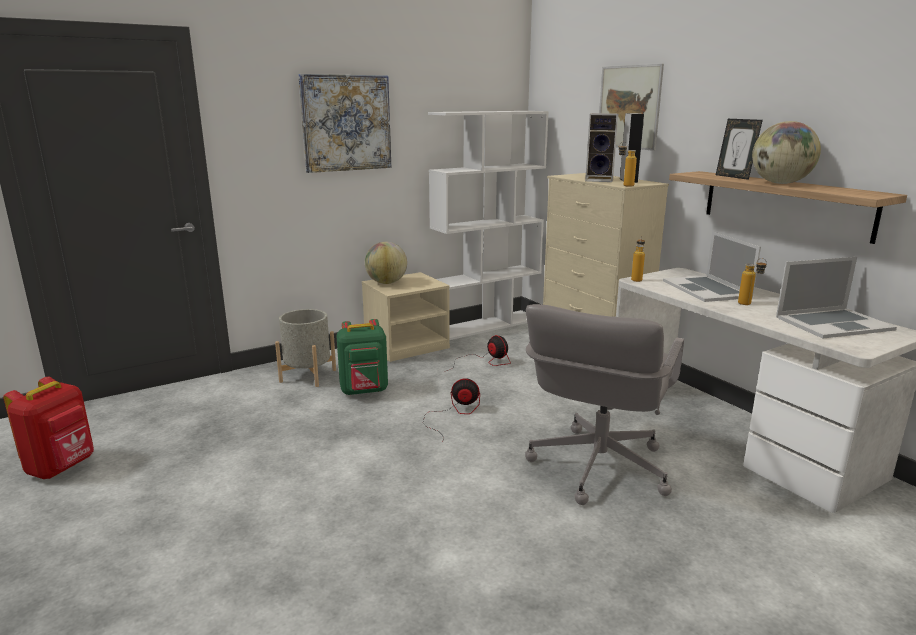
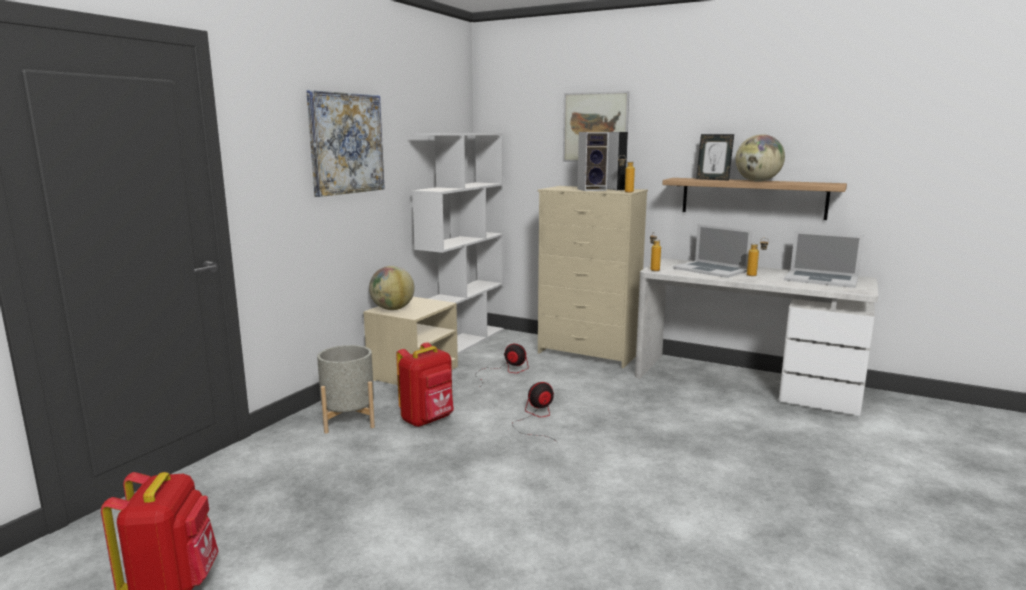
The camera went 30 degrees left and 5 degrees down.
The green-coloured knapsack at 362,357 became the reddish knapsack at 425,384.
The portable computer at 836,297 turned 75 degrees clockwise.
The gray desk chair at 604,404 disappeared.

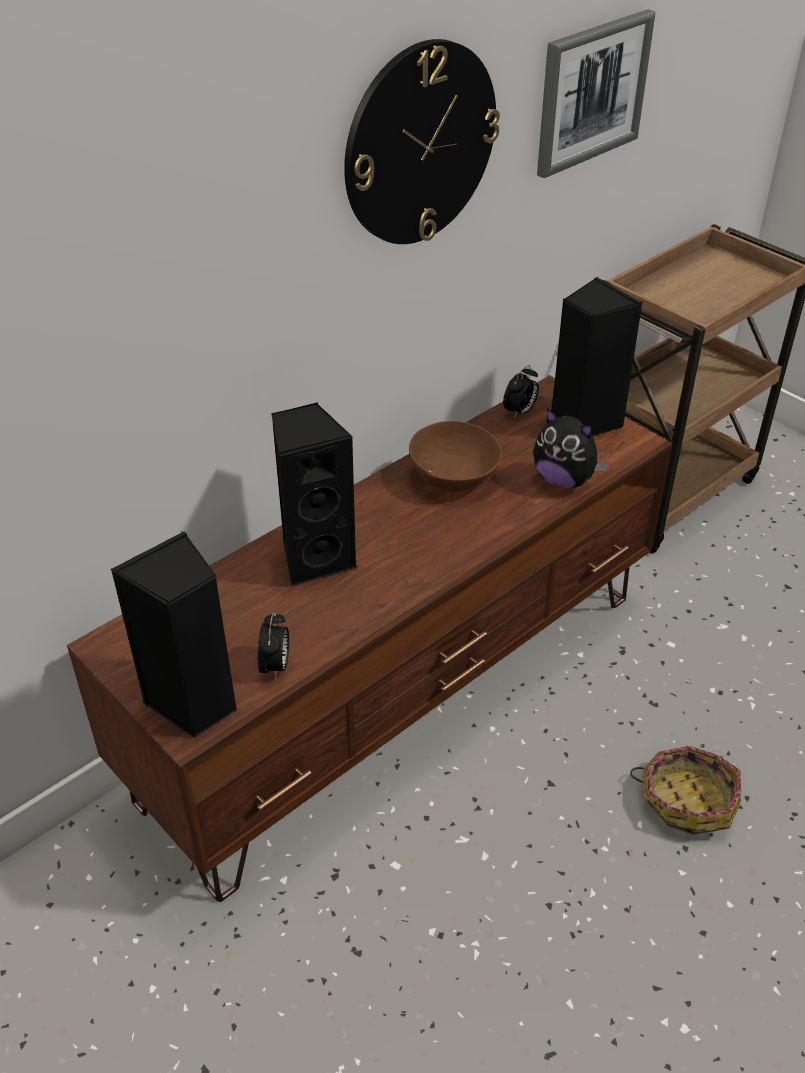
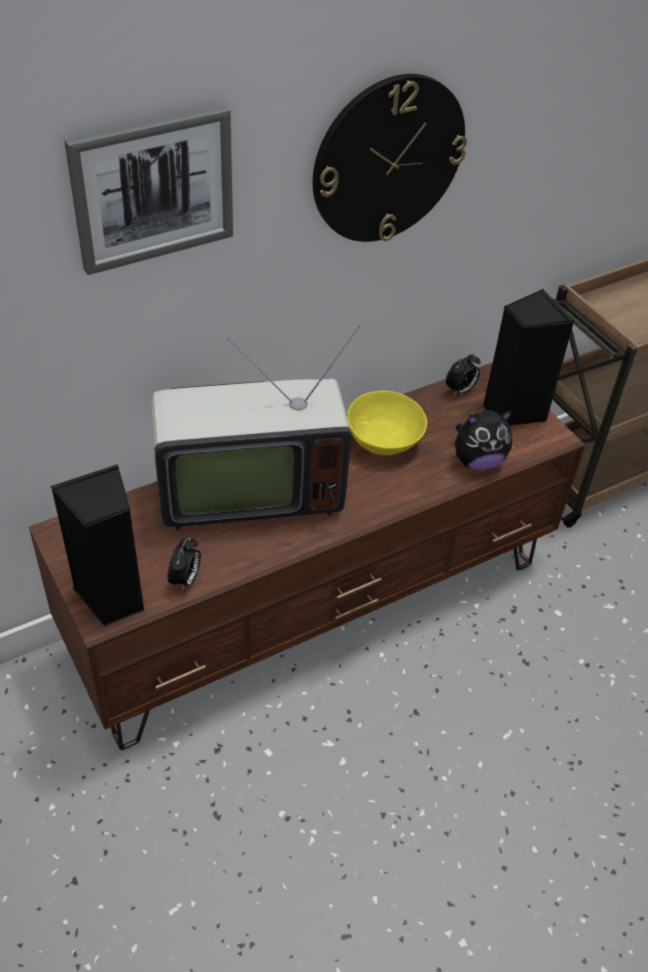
The camera went 10 degrees right and 5 degrees up.
The wall picture moved from 596,93 to 148,190.
The black loudspeaker at 314,494 was replaced by the TV set at 256,427.
The brownish bowl at 455,456 became the yellow-coloured bowl at 387,423.
The plush toy at 570,448 turned 60 degrees counterclockwise.
The household basket at 685,790 disappeared.

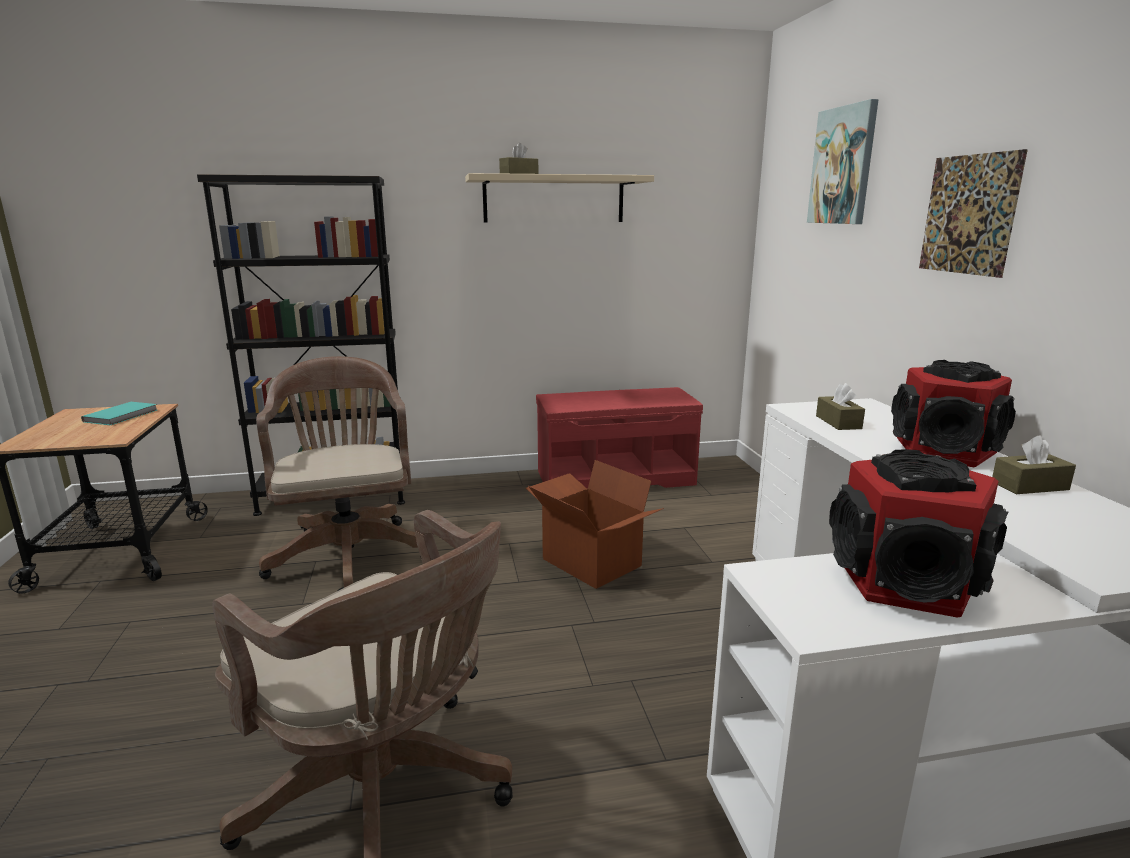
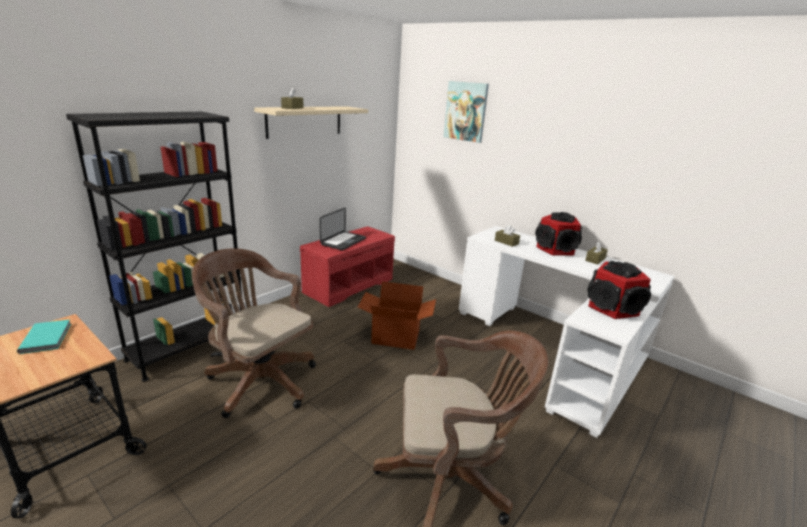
The camera went 40 degrees left and 5 degrees up.
The portable computer at 343,229 appeared.
The wall picture at 973,213 disappeared.

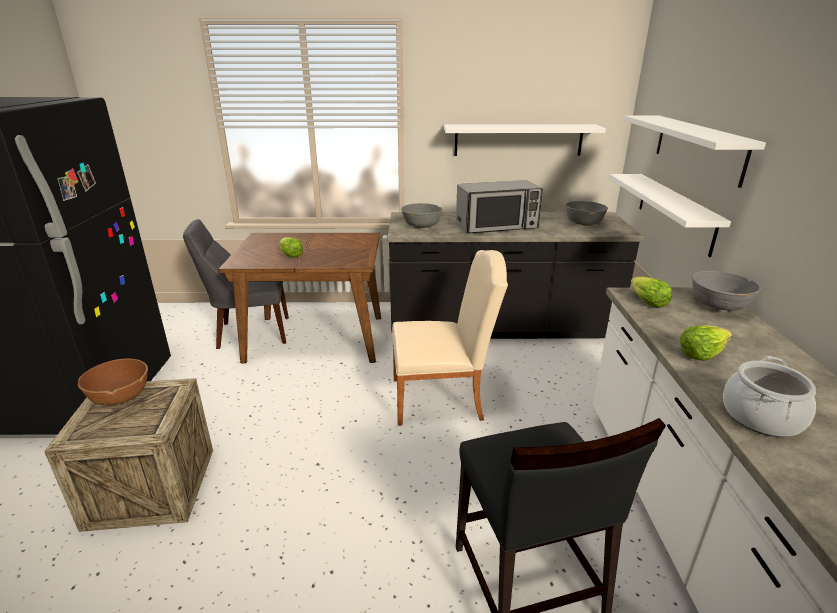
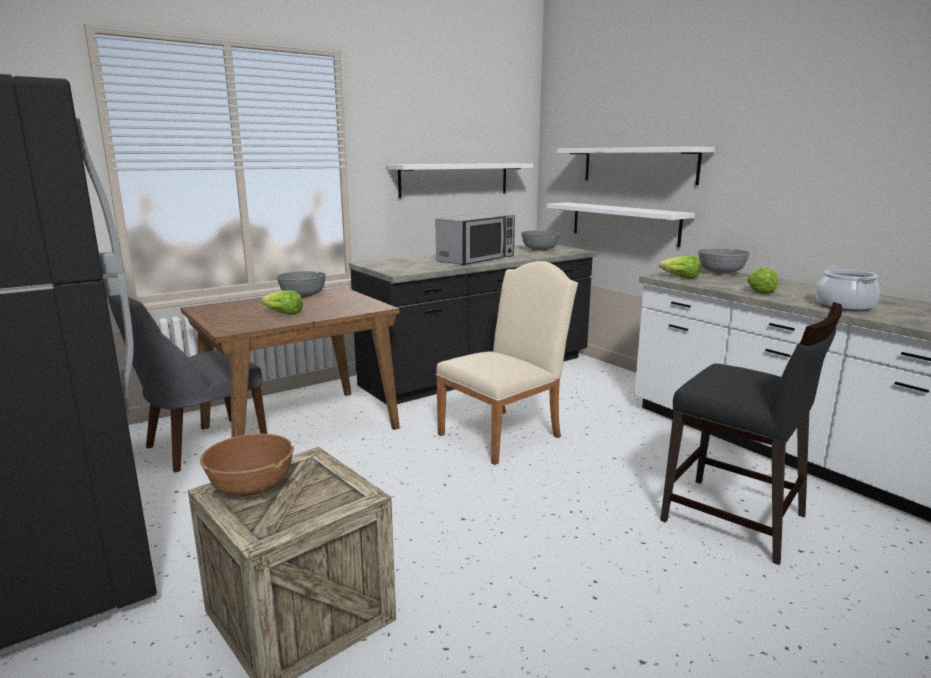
The camera went 35 degrees left and 10 degrees down.
The gray bowl moved from 421,215 to 301,284.

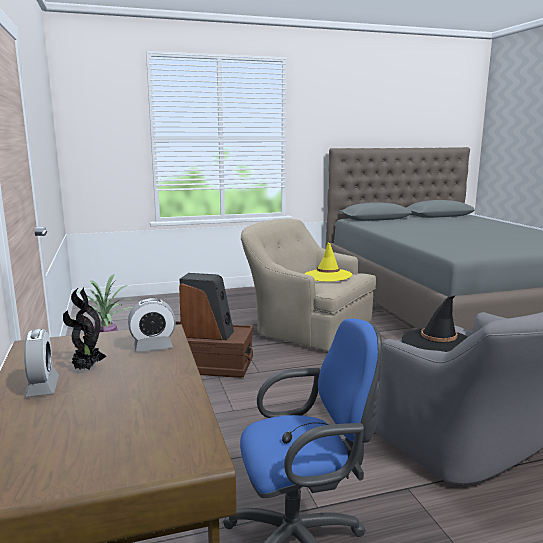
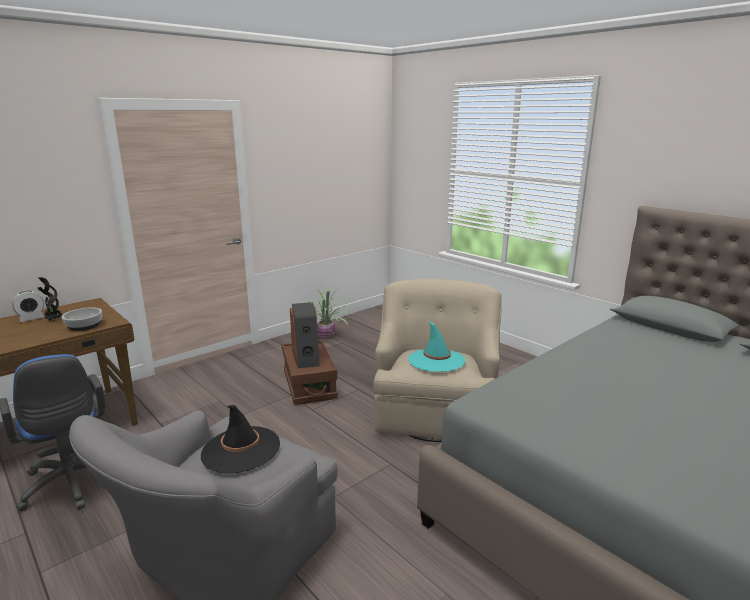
The camera went 65 degrees right and 5 degrees up.
The alarm clock at 152,325 was replaced by the bowl at 82,319.
The yellow-coloured clothing hat at 328,262 became the turquoise clothing hat at 437,347.

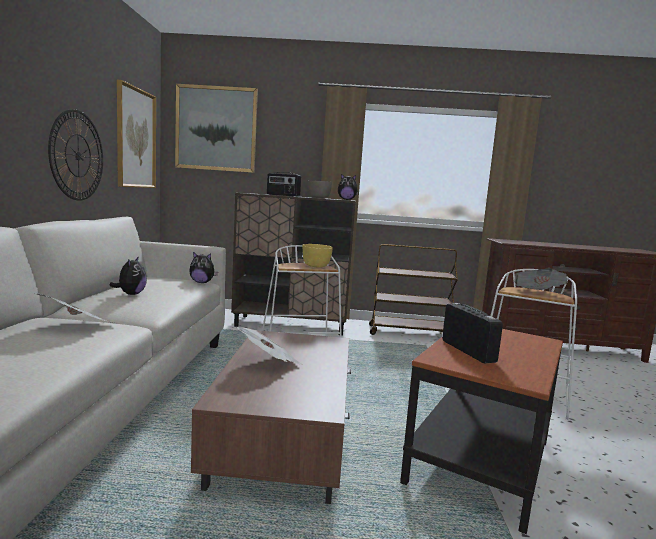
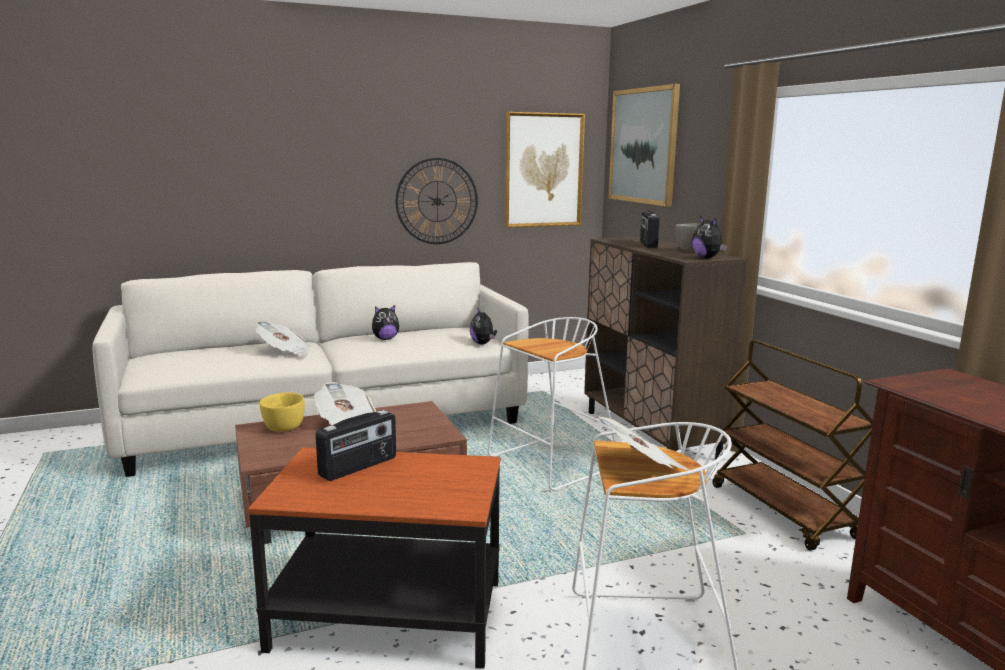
The camera went 65 degrees right and 5 degrees up.
The yellow-coloured bowl moved from 317,256 to 282,412.

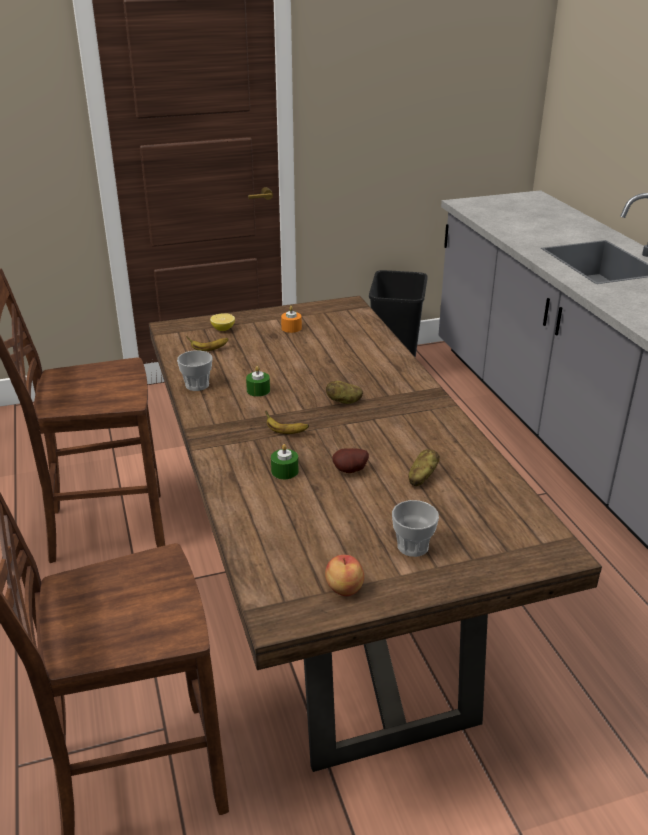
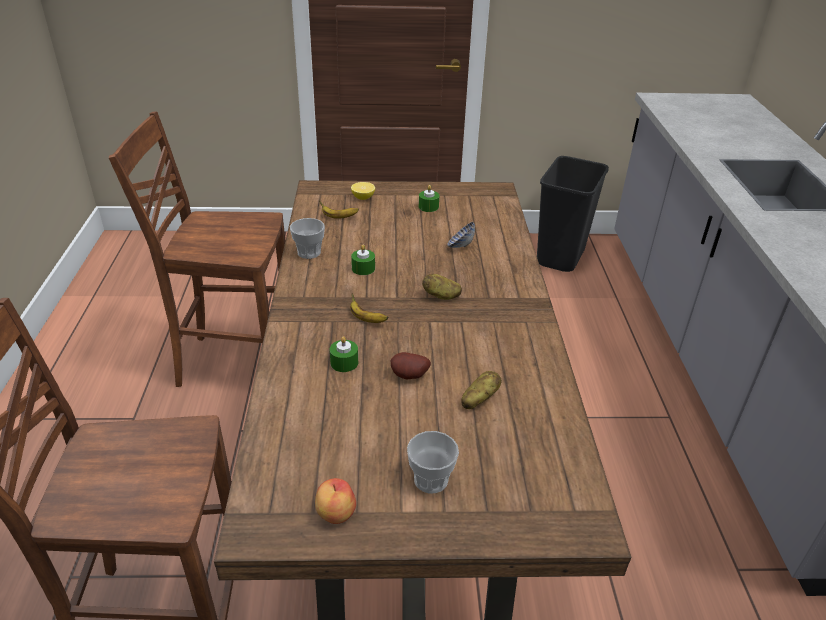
The camera went 15 degrees right and 5 degrees up.
The orangey candle at 291,319 became the green-coloured candle at 429,198.
The bowl at 461,235 appeared.

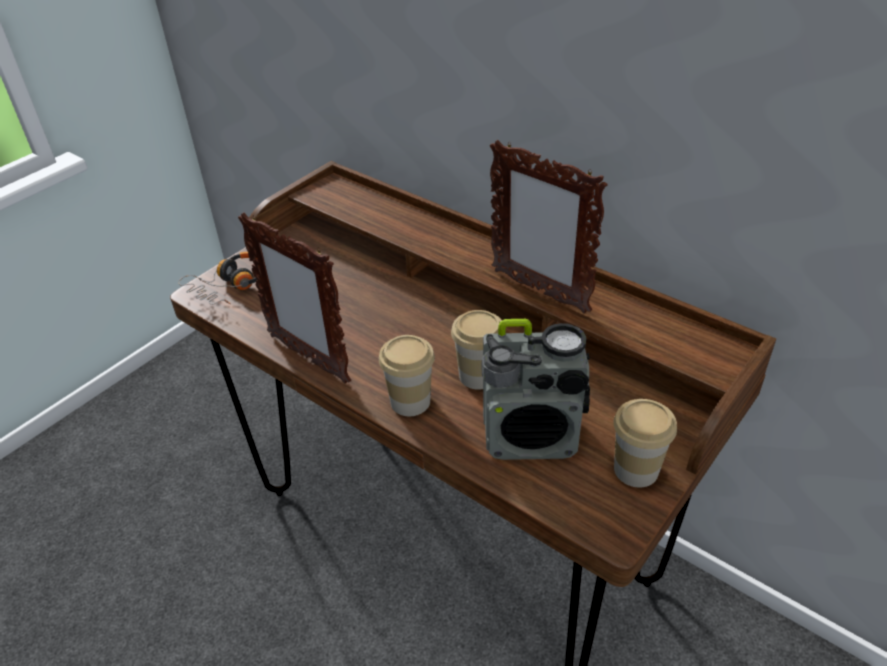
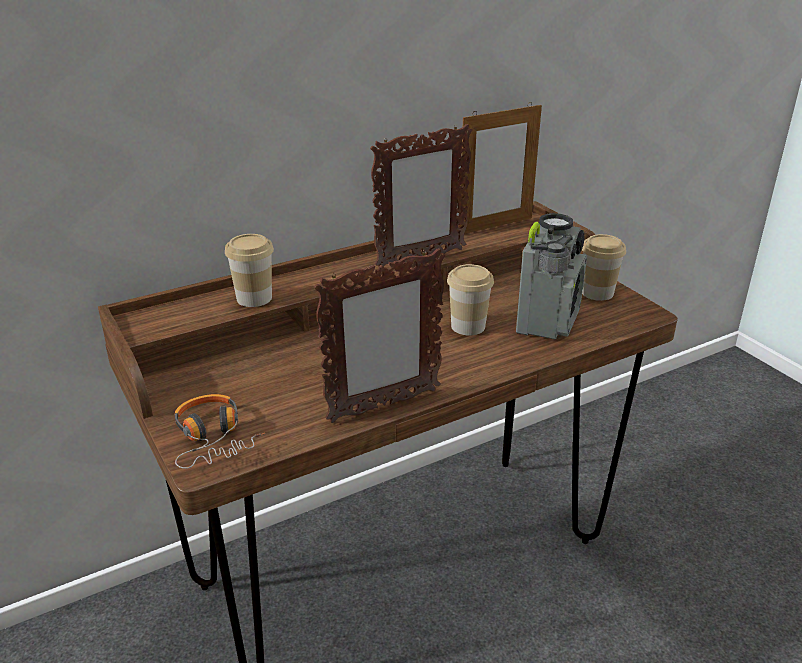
The camera went 70 degrees left and 10 degrees down.
The cup moved from 407,375 to 249,270.
The photo frame at 500,168 appeared.

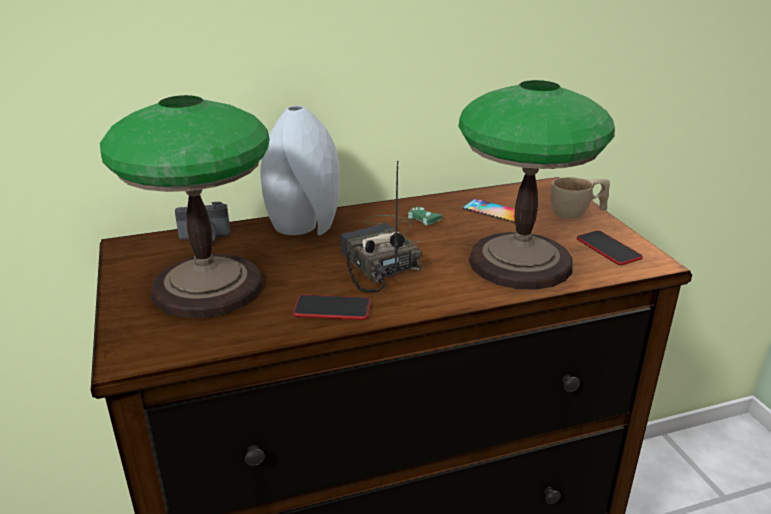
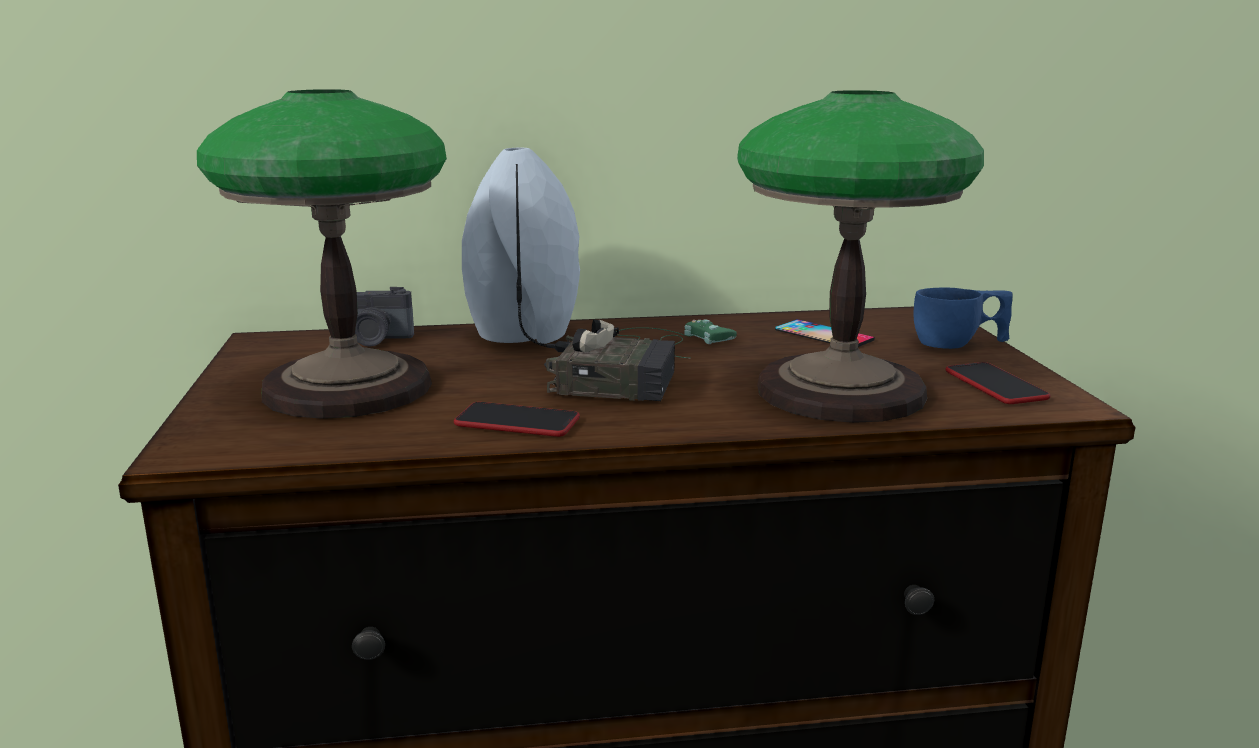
The camera went 10 degrees right and 10 degrees down.
The radio at 381,227 turned 120 degrees clockwise.
The beige-coloured cup at 580,198 became the blue cup at 963,318.

